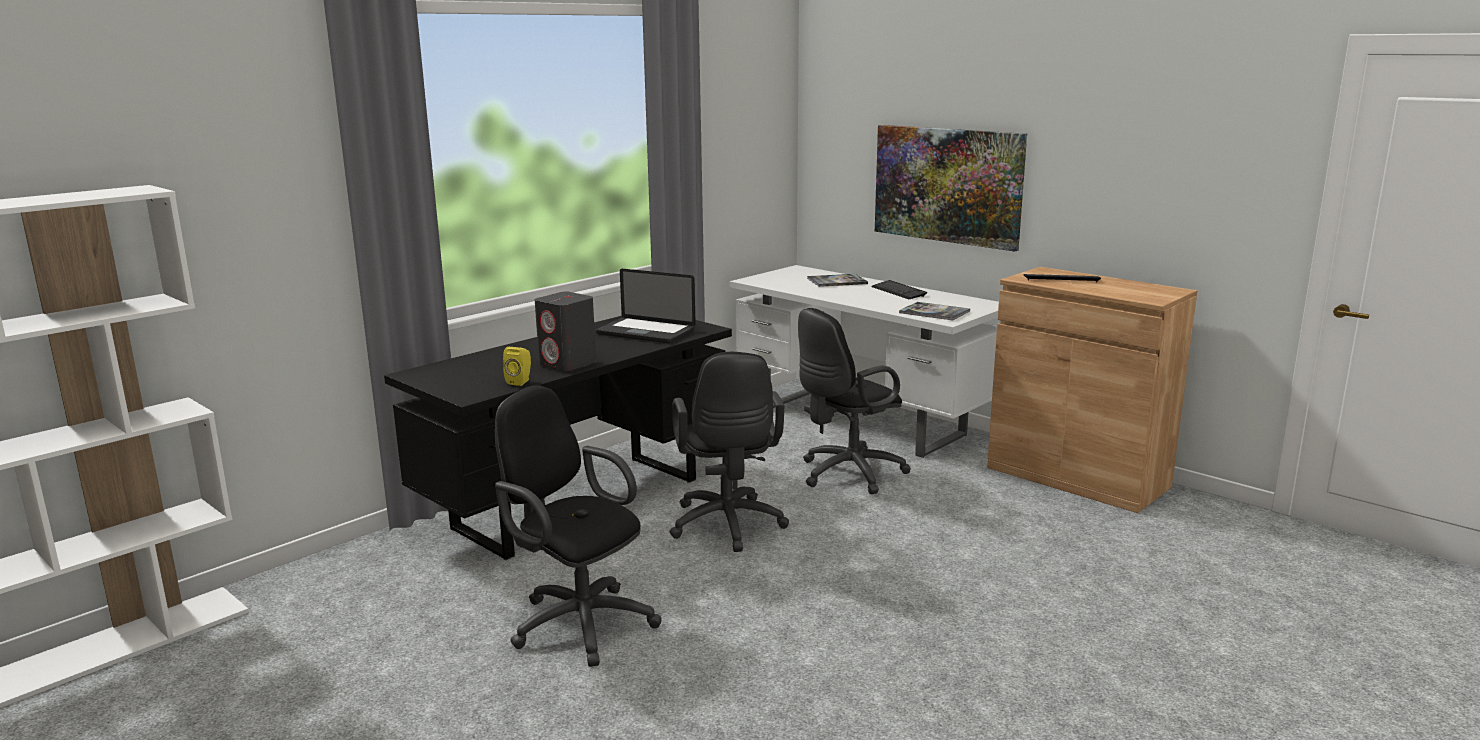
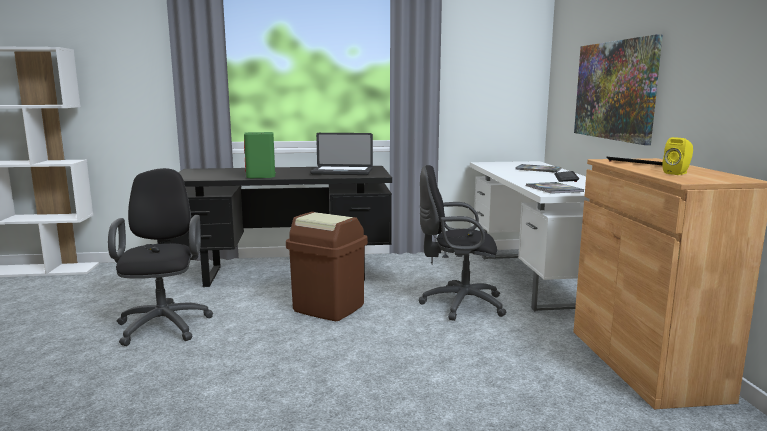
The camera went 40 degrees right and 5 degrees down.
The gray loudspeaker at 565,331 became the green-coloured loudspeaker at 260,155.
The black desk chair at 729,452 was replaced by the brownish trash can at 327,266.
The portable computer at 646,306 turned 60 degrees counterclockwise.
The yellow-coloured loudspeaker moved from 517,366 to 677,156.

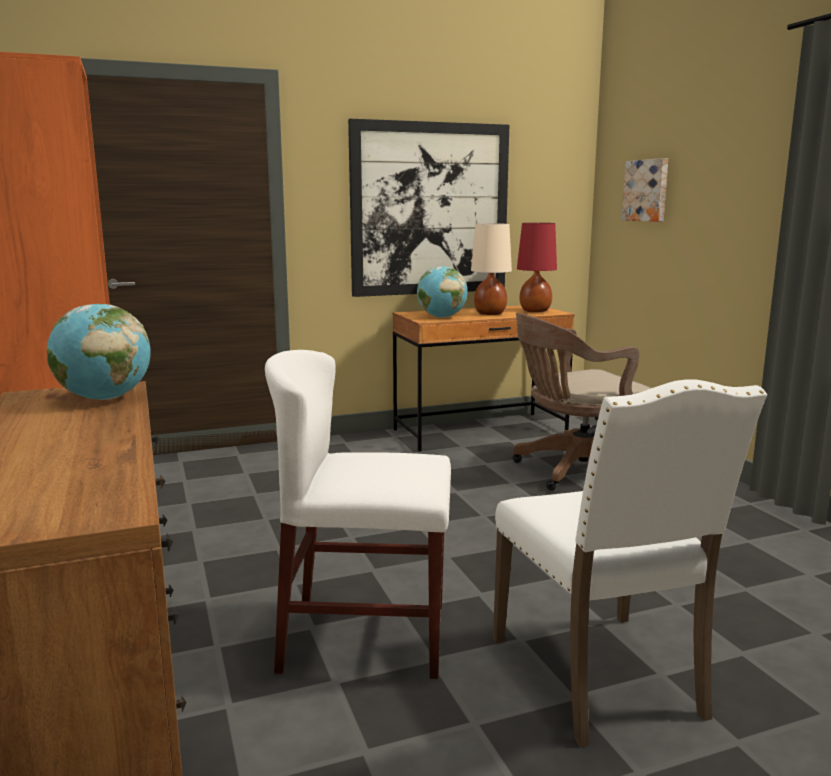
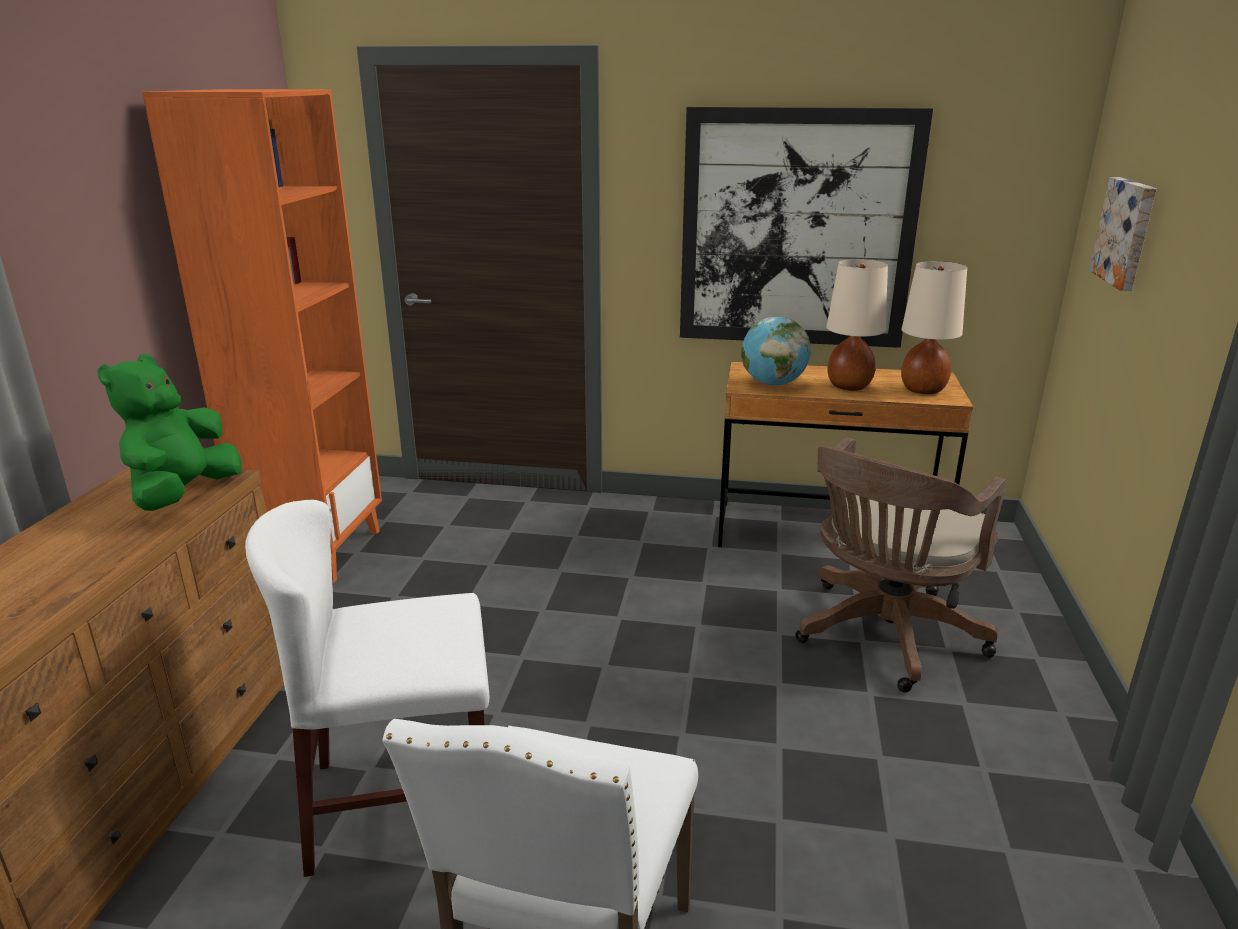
The camera went 30 degrees right and 10 degrees up.
The world globe at 98,352 was replaced by the green-coloured plush toy at 169,432.
The white upright chair at 358,514 turned 45 degrees counterclockwise.
The brownish desk chair at 582,402 turned 60 degrees counterclockwise.
The reddish table lamp at 537,267 became the beige-coloured table lamp at 934,327.

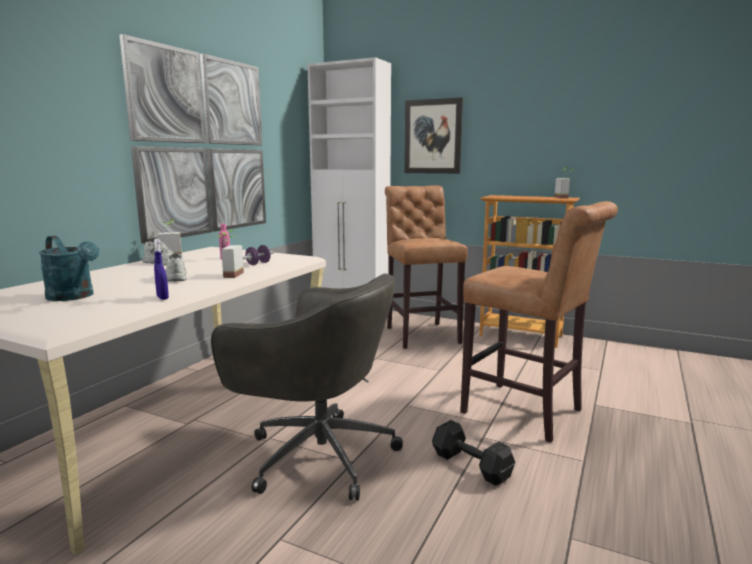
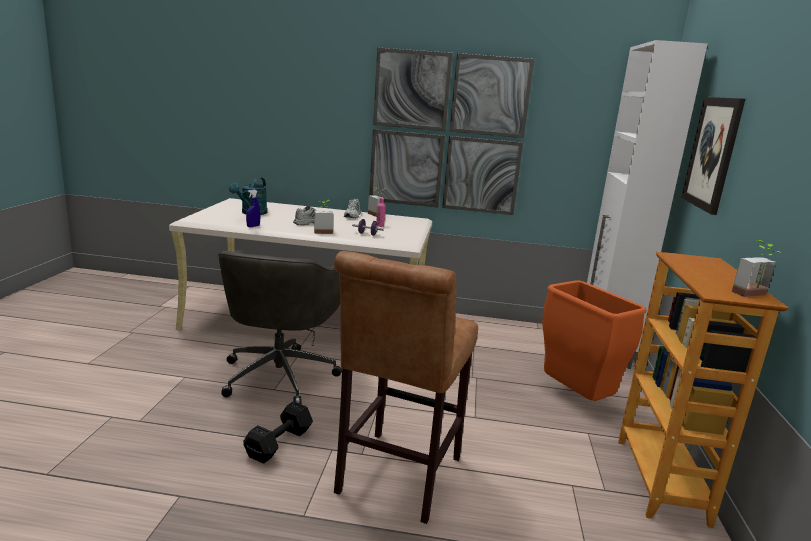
The camera went 70 degrees right and 5 degrees up.
The brownish sitting stool at 426,267 was replaced by the orangey trash can at 594,340.

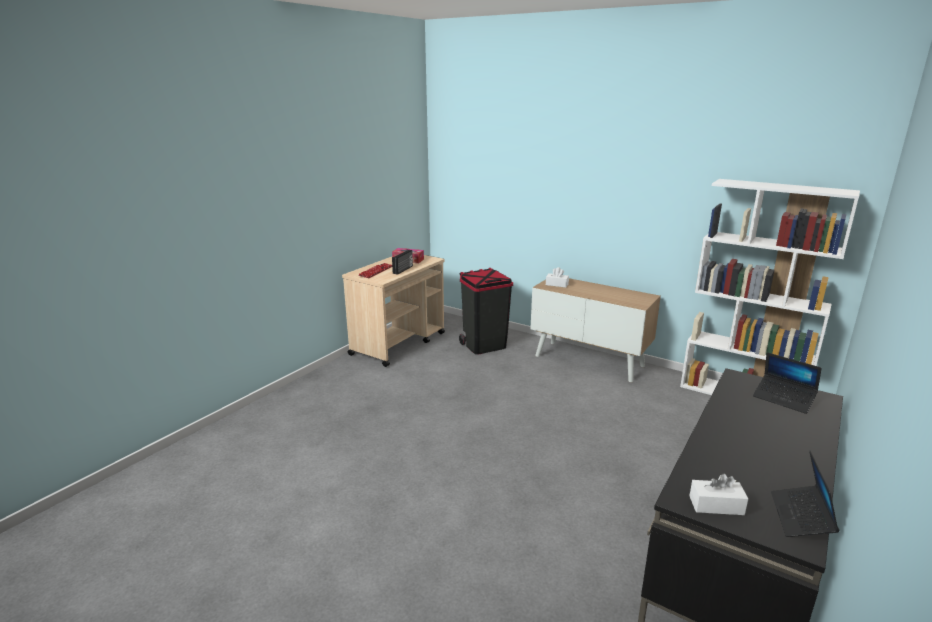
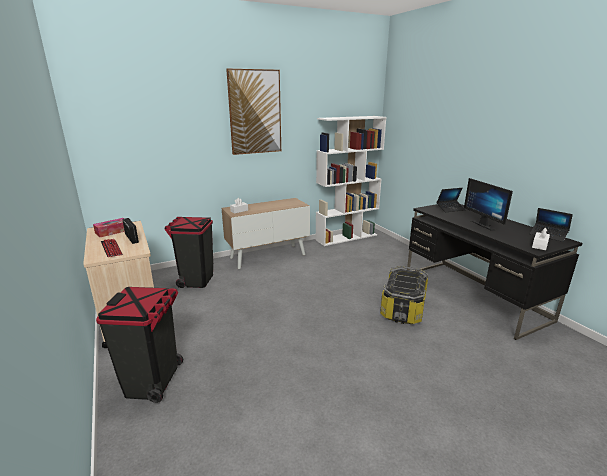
The camera went 60 degrees left and 0 degrees up.
The black trash can at 139,345 appeared.
The wall picture at 253,111 appeared.
The storage box at 404,295 appeared.
The computer display at 488,204 appeared.

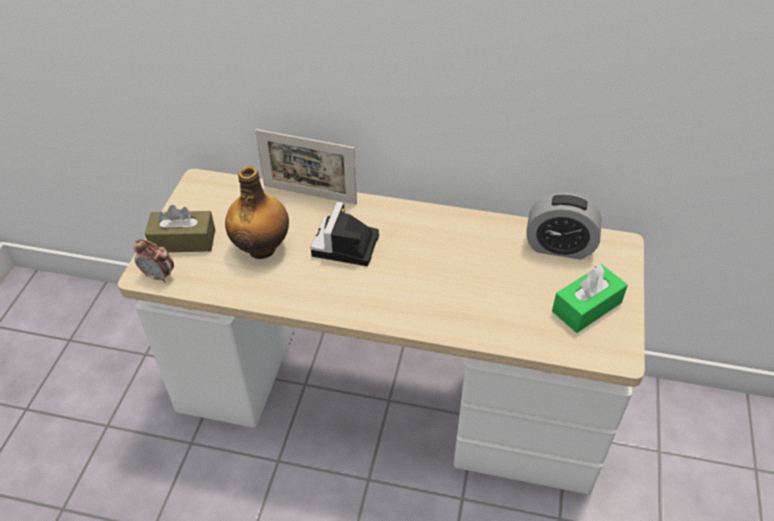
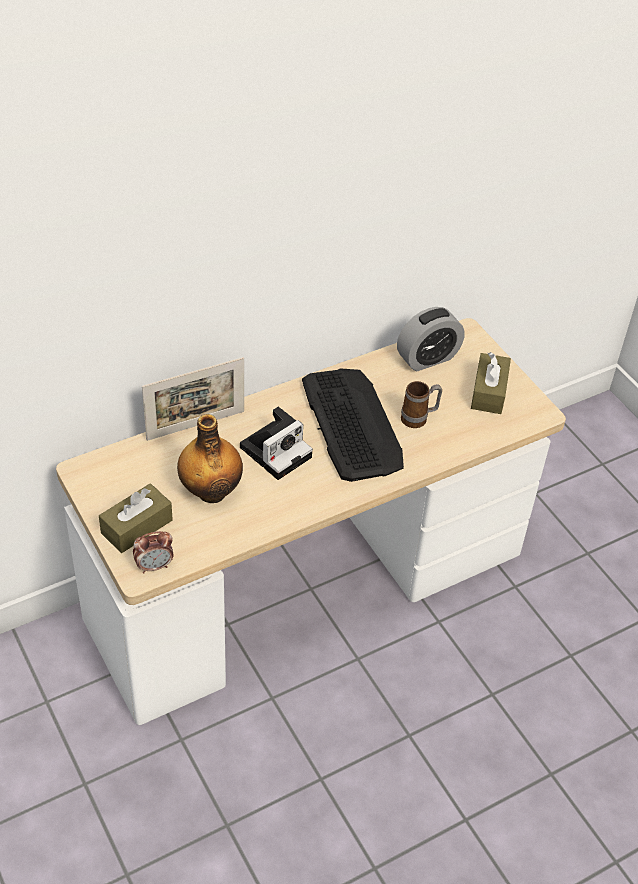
The camera went 45 degrees left and 0 degrees up.
The photo camera at 344,234 turned 105 degrees counterclockwise.
The computer keyboard at 353,425 appeared.
The tea mug at 421,404 appeared.
The green-coloured box of tissues at 590,298 became the brownish box of tissues at 491,383.

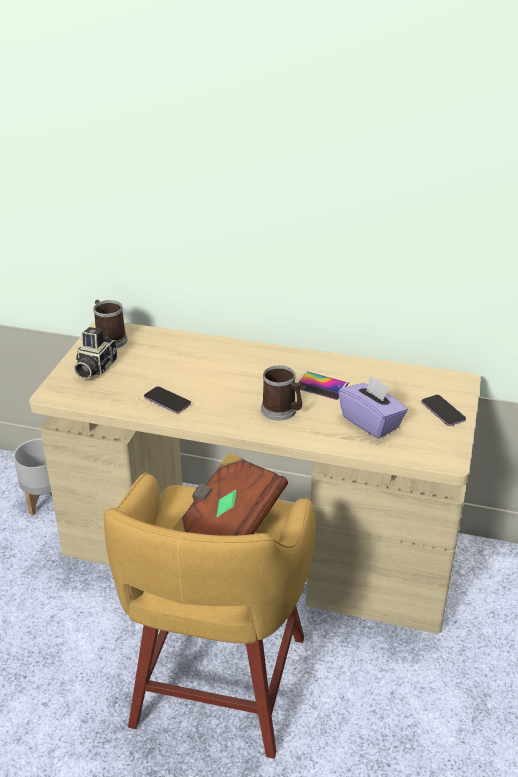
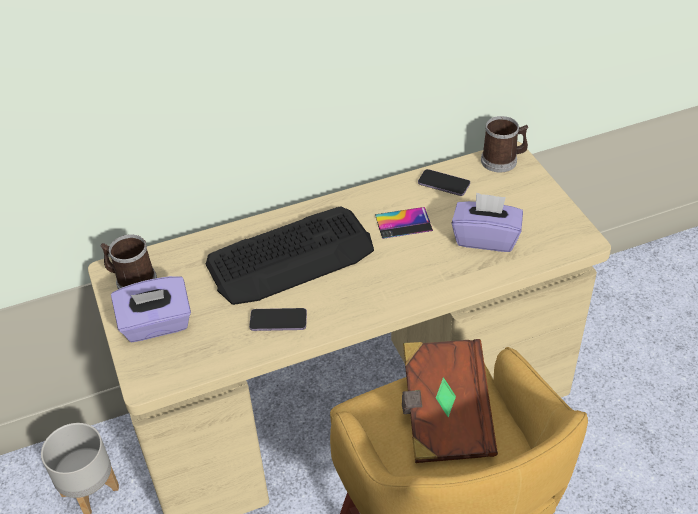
The camera went 35 degrees left and 10 degrees up.
The photo camera at 95,353 was replaced by the purple box of tissues at 151,309.
The computer keyboard at 290,255 appeared.
The handset moved from 443,410 to 444,182.
The tea mug moved from 281,393 to 504,144.

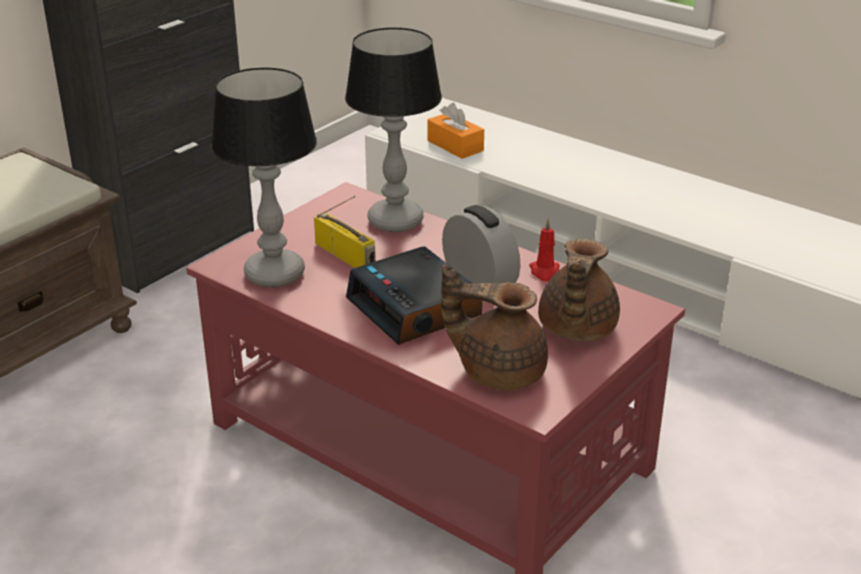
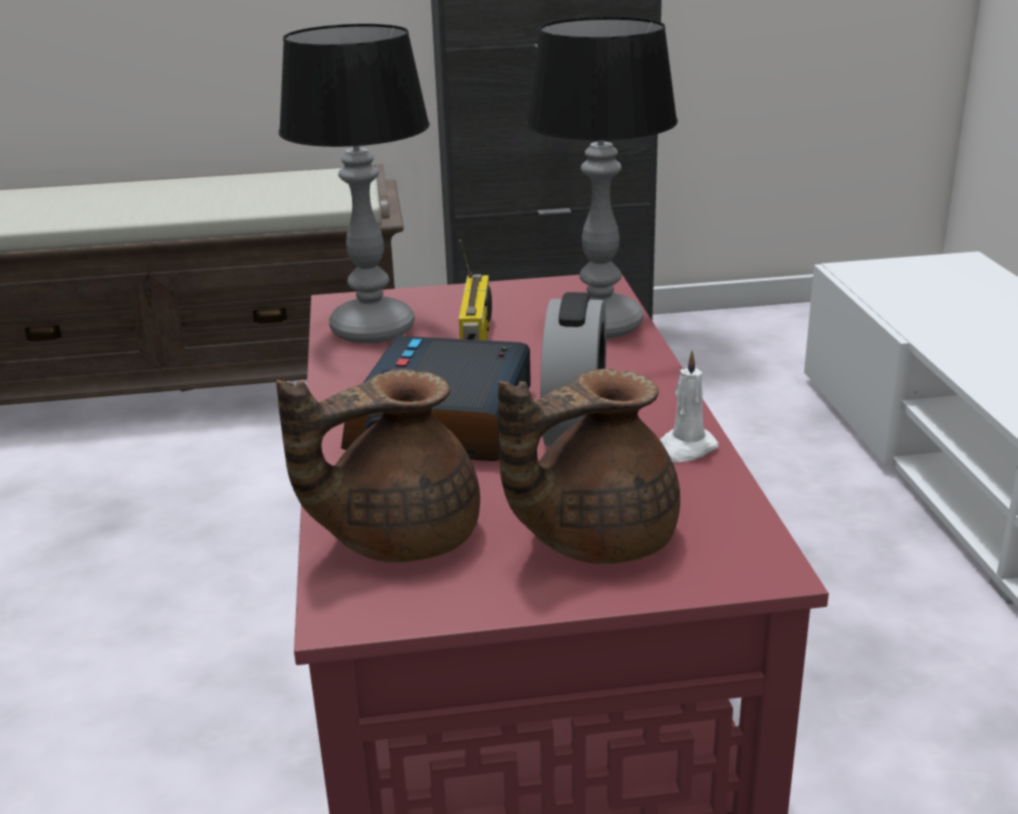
The camera went 45 degrees right and 5 degrees down.
The brownish pot for tea at 494,327 turned 90 degrees counterclockwise.
The reddish candle at 544,250 became the white candle at 689,406.
The orangey box of tissues at 455,131 disappeared.

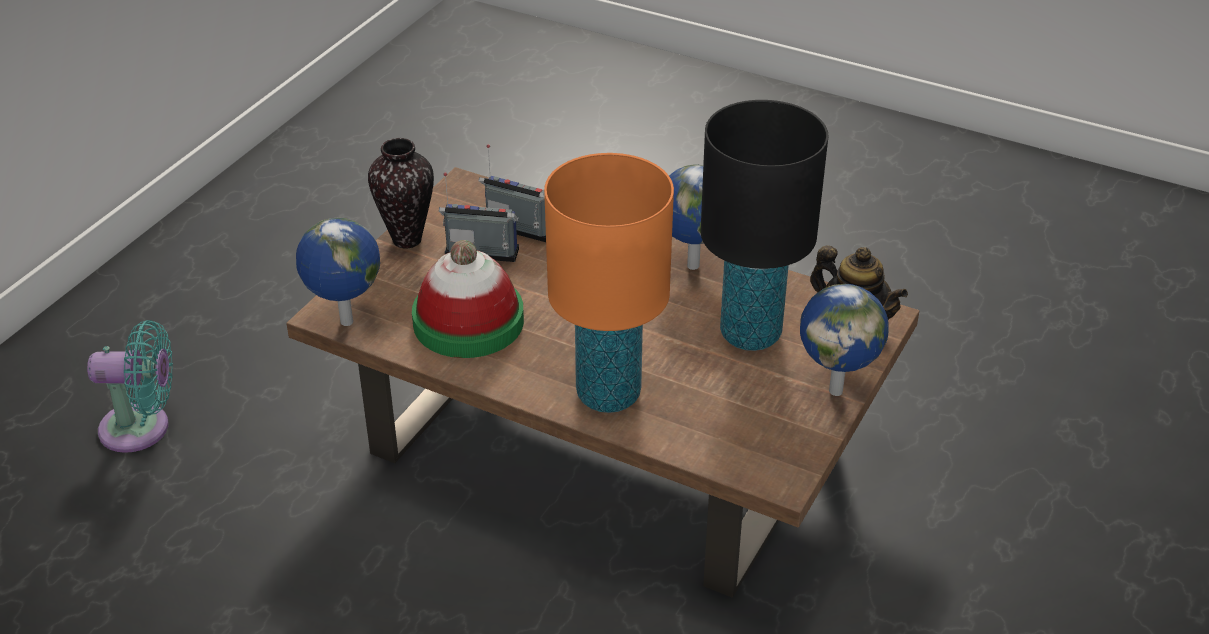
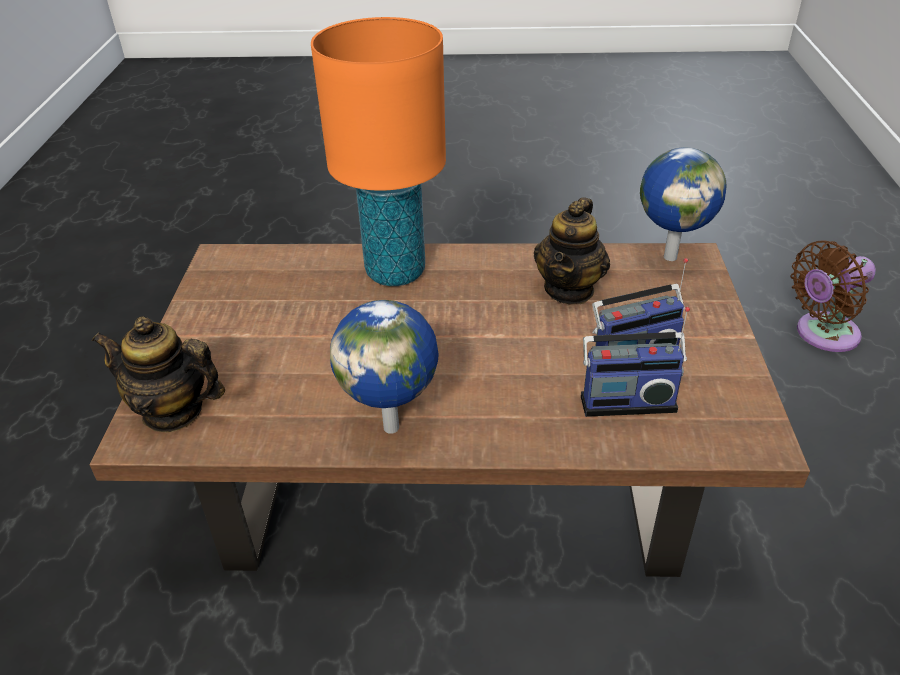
The camera went 155 degrees right and 0 degrees up.
The clothing hat at 468,299 was replaced by the pot for tea at 572,251.
The turquoise fan at 130,386 became the brownish fan at 833,296.
The decorative vase at 401,193 disappeared.
The black table lamp at 764,225 disappeared.
The world globe at 844,340 disappeared.

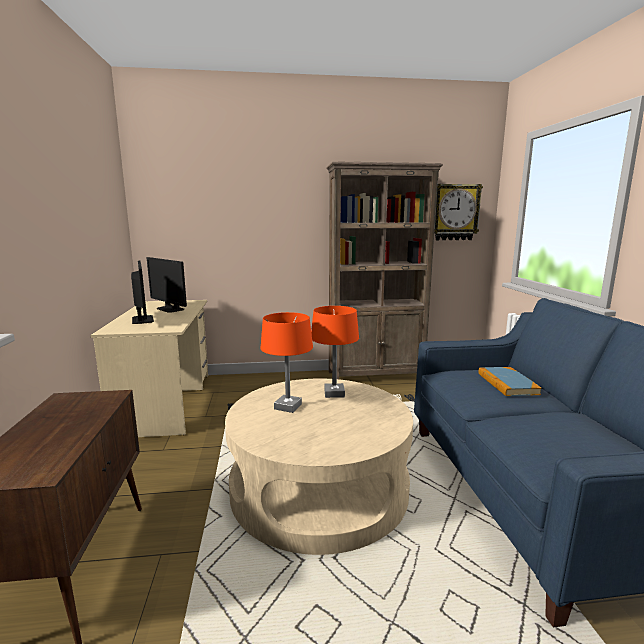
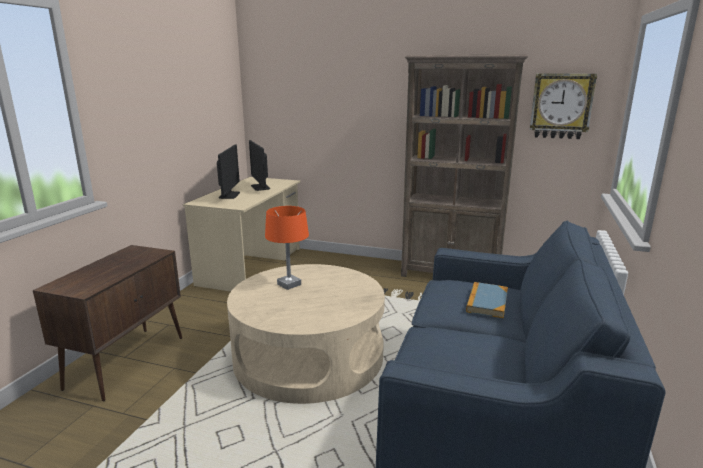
The camera went 25 degrees right and 5 degrees up.
The orangey table lamp at 335,352 disappeared.

